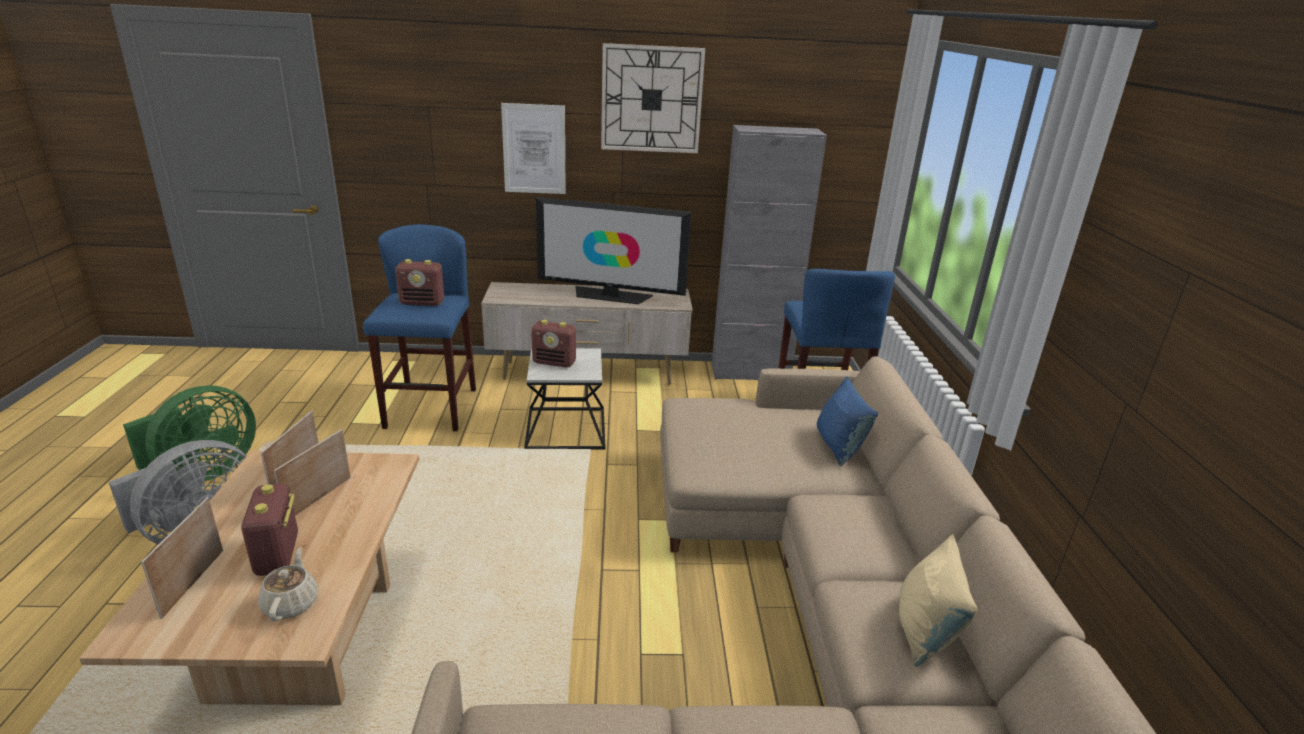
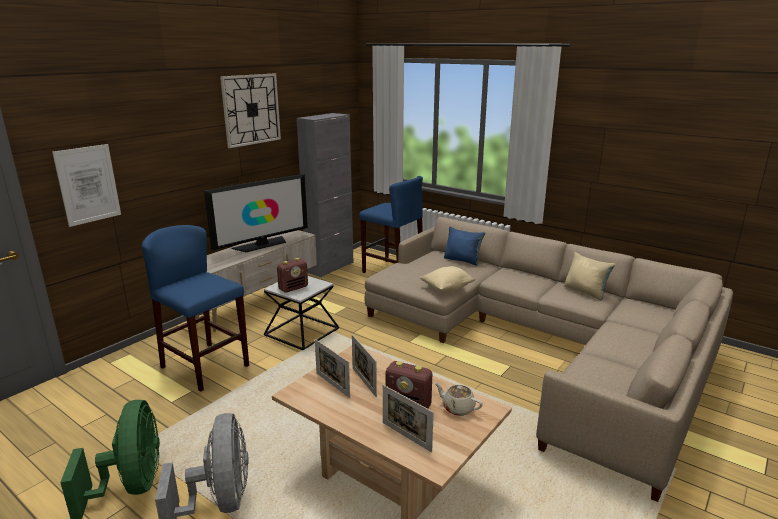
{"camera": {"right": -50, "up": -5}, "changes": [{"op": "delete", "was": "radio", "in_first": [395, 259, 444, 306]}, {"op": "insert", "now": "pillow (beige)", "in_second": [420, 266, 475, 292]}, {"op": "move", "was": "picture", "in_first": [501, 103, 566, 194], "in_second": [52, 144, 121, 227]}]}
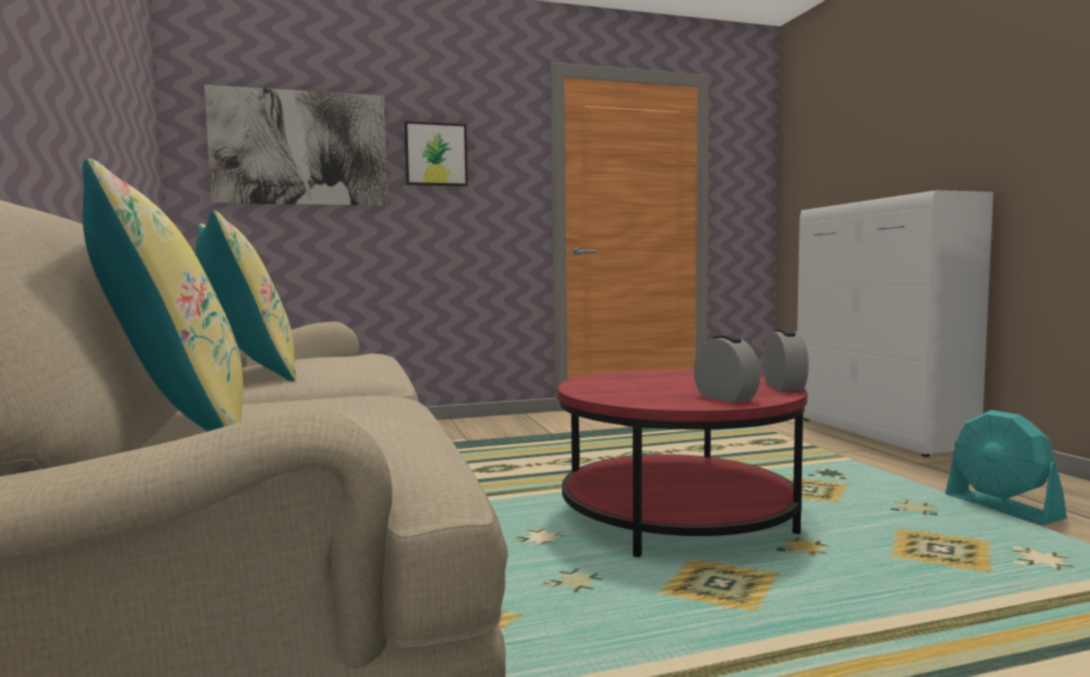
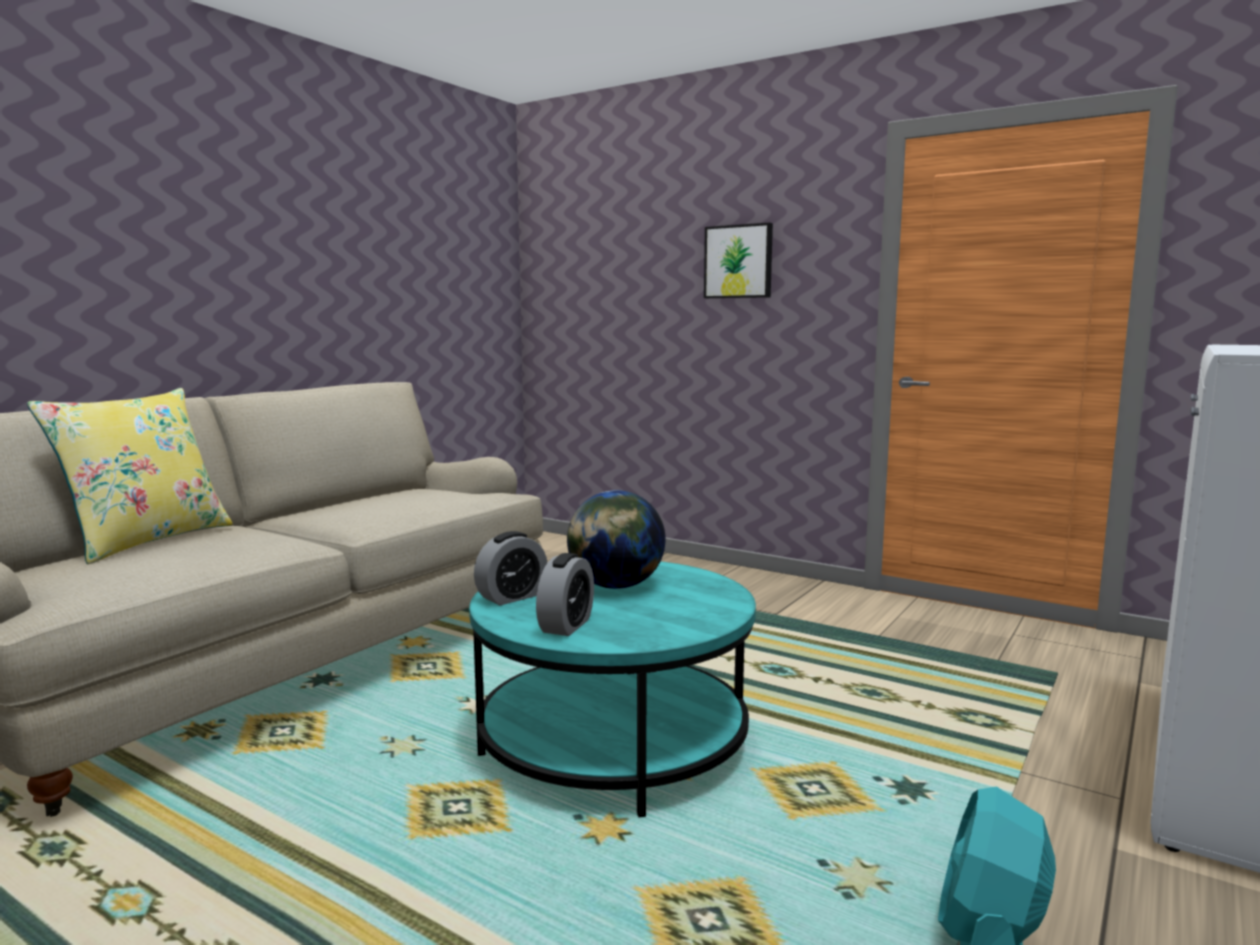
{"camera": {"right": 50, "up": 5}, "changes": [{"op": "delete", "was": "pillow (yellow)", "in_first": [195, 210, 296, 381]}, {"op": "delete", "was": "picture", "in_first": [204, 85, 388, 206]}, {"op": "insert", "now": "globe", "in_second": [567, 490, 666, 589]}, {"op": "move", "was": "alarm clock", "in_first": [763, 329, 809, 391], "in_second": [474, 531, 547, 605]}, {"op": "recolor", "was": "coffee table (red)", "now": "coffee table (turquoise)", "in_first": [558, 370, 807, 557], "in_second": [469, 561, 756, 817]}]}
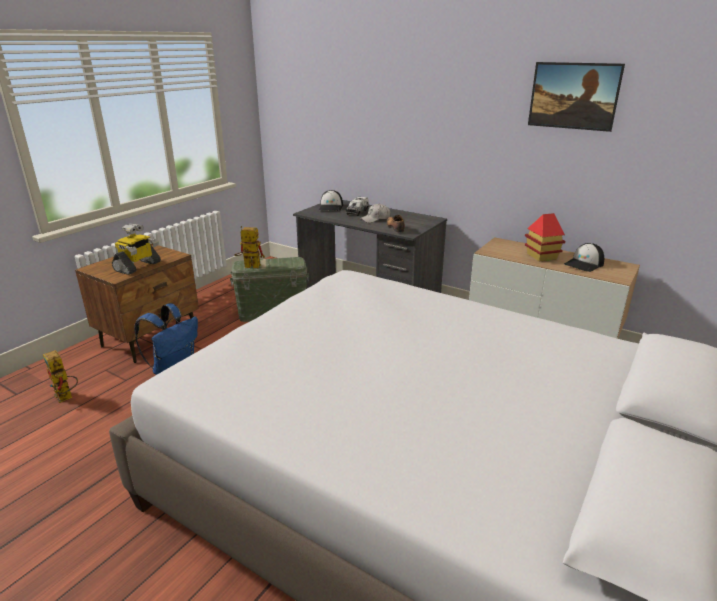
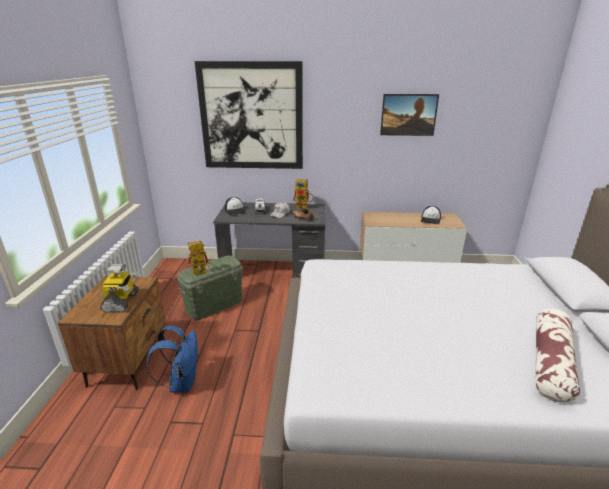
{"camera": {"right": -30, "up": 0}, "changes": [{"op": "delete", "was": "toy house", "in_first": [525, 213, 565, 261]}, {"op": "insert", "now": "picture", "in_second": [195, 61, 303, 169]}, {"op": "insert", "now": "pillow", "in_second": [535, 309, 580, 402]}, {"op": "move", "was": "toy robot", "in_first": [43, 350, 78, 403], "in_second": [293, 179, 314, 209]}]}
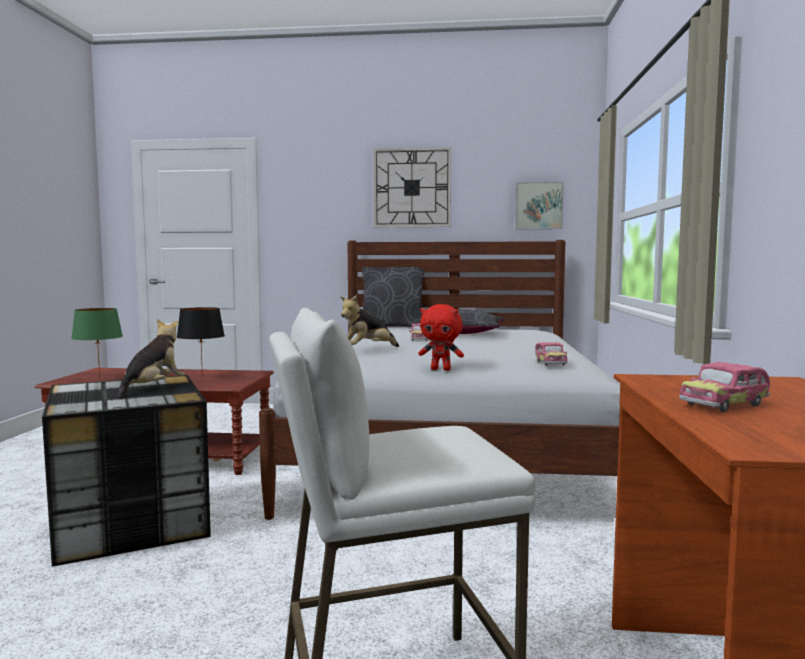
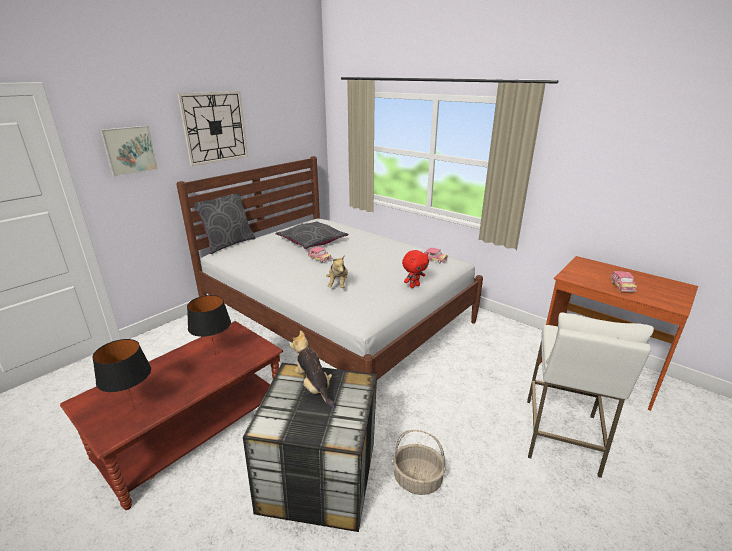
{"camera": {"right": -55, "up": 20}, "changes": [{"op": "insert", "now": "basket", "in_second": [393, 430, 446, 495]}, {"op": "move", "was": "picture", "in_first": [515, 182, 564, 229], "in_second": [100, 126, 158, 177]}, {"op": "recolor", "was": "table lamp (green)", "now": "table lamp (black)", "in_first": [71, 308, 123, 379], "in_second": [92, 339, 151, 409]}]}
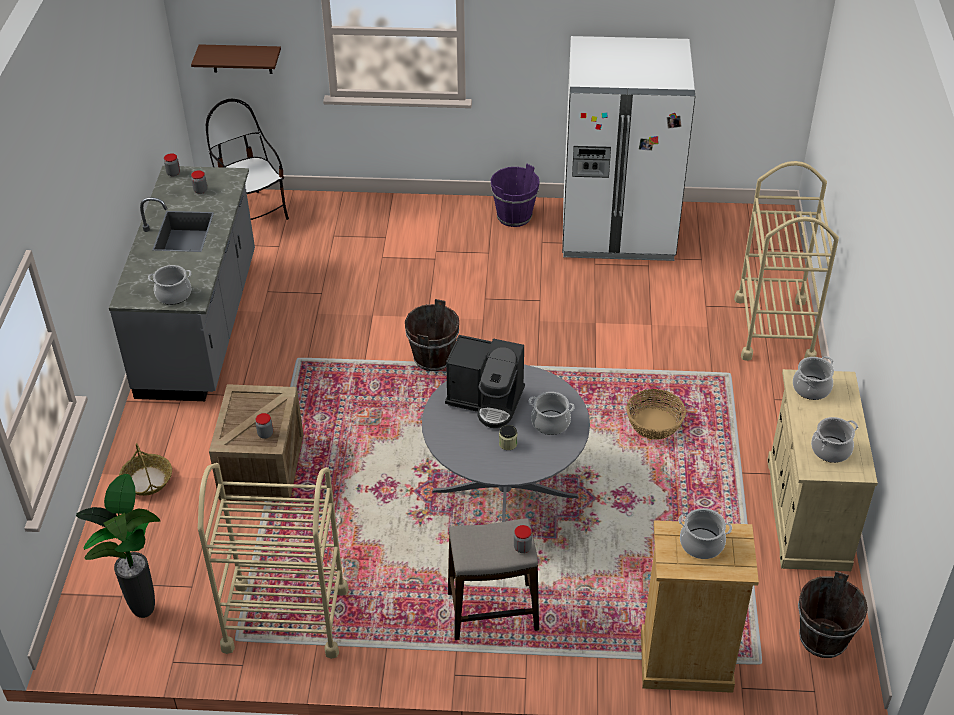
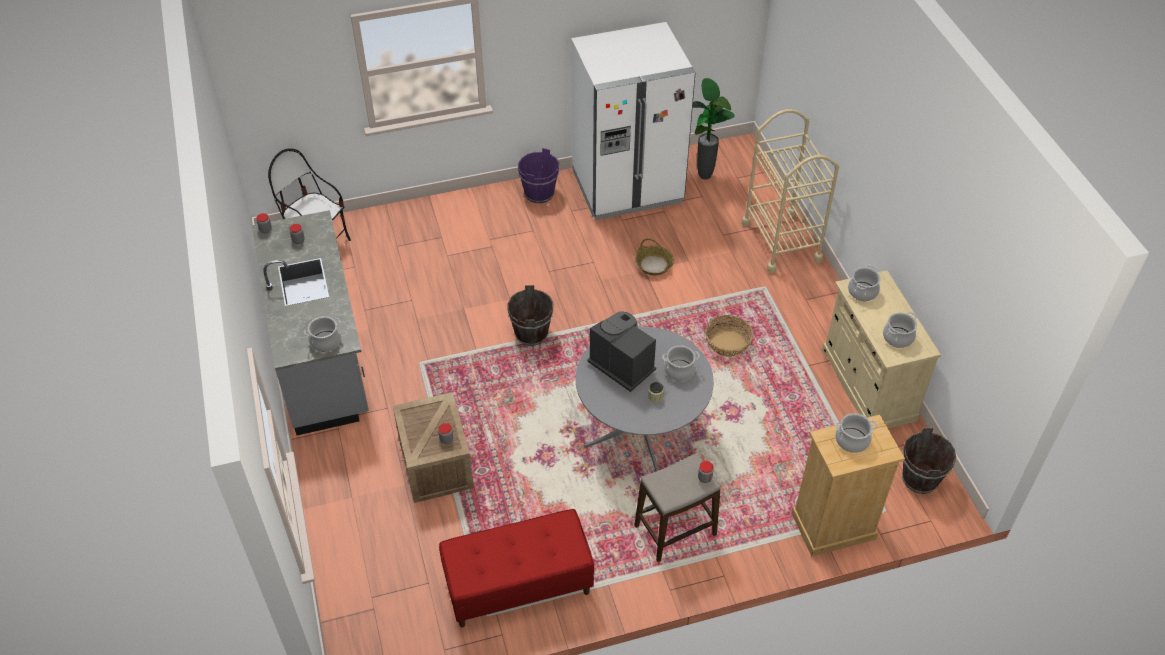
{"camera": {"right": -20, "up": 5}, "changes": [{"op": "delete", "was": "shelf (brown)", "in_first": [191, 44, 281, 74]}, {"op": "move", "was": "potted plant", "in_first": [76, 474, 160, 618], "in_second": [693, 78, 735, 179]}, {"op": "move", "was": "basket", "in_first": [119, 443, 172, 496], "in_second": [635, 238, 674, 275]}, {"op": "replace", "was": "cart (beige)", "now": "bench (red)", "in_first": [198, 463, 349, 659], "in_second": [439, 509, 594, 627]}, {"op": "rotate", "was": "coffee machine", "in_first": [445, 335, 525, 428], "in_second": [587, 311, 656, 392], "clockwise": -135}]}
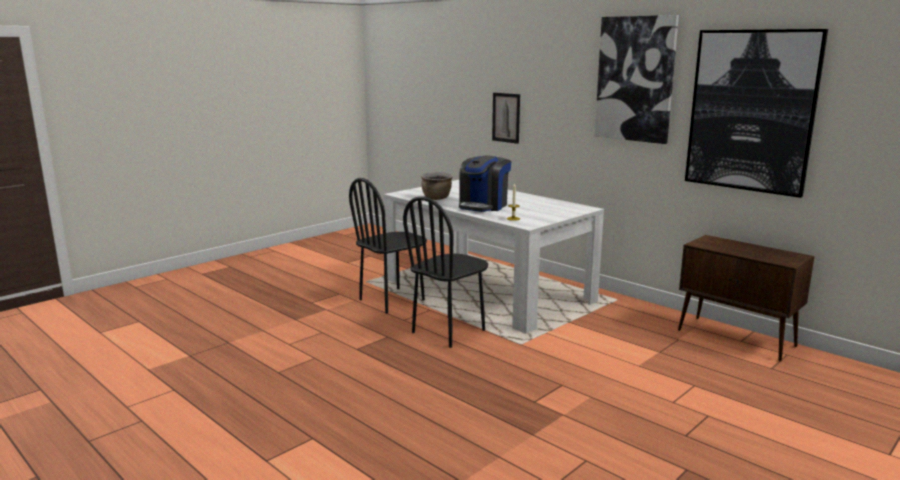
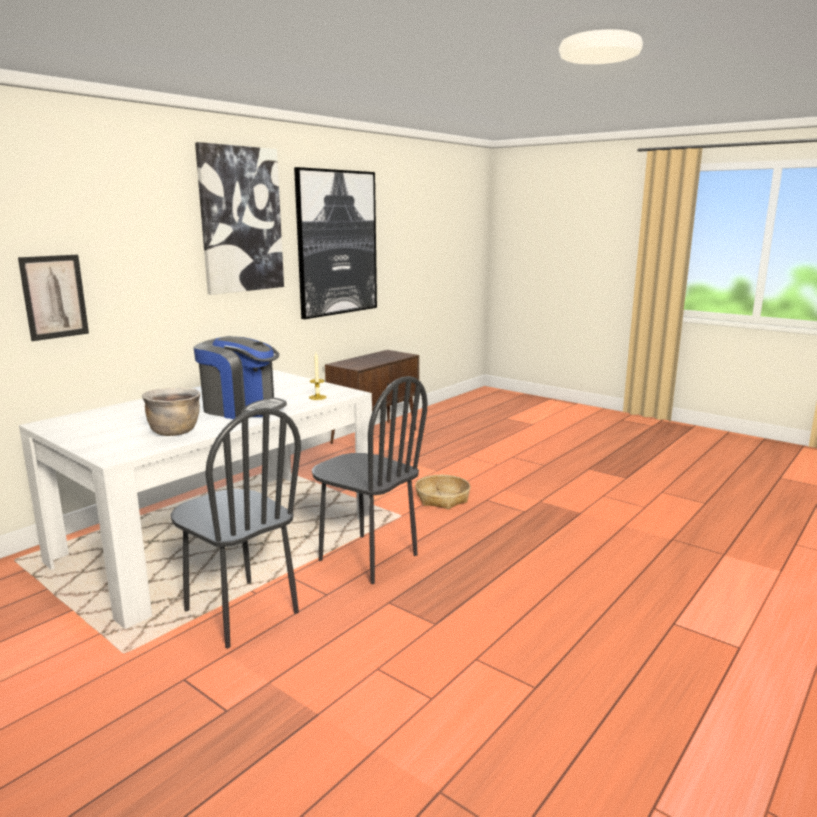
{"camera": {"right": -95, "up": 0}, "changes": [{"op": "insert", "now": "basket", "in_second": [415, 475, 470, 509]}]}
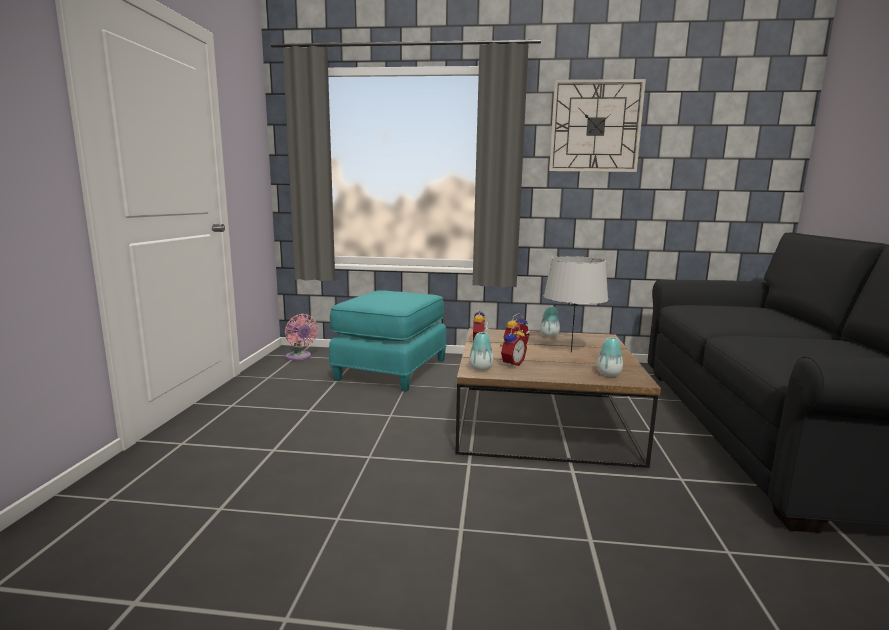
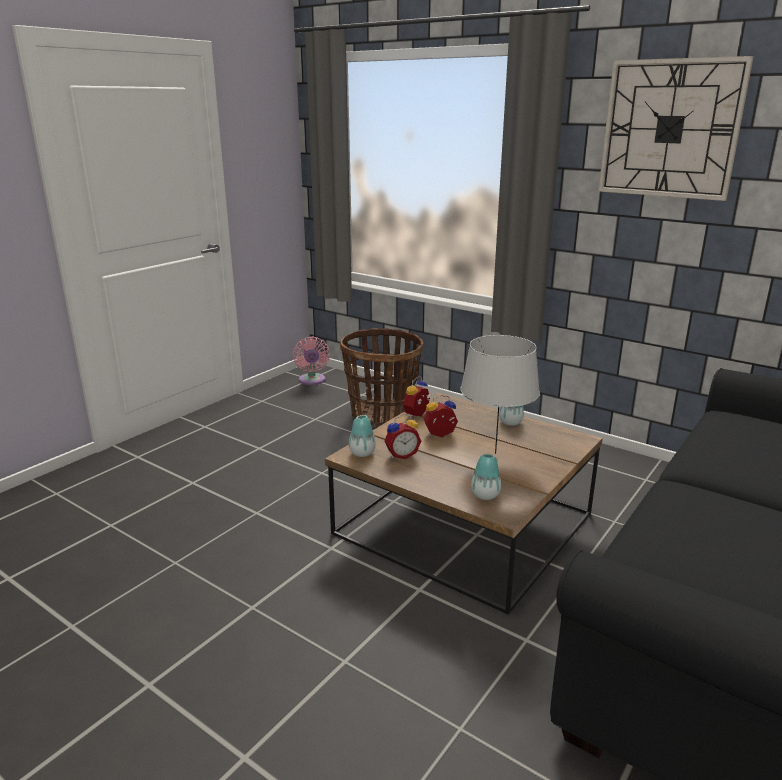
{"camera": {"right": 30, "up": 10}, "changes": [{"op": "replace", "was": "ottoman (turquoise)", "now": "basket", "in_first": [329, 290, 447, 392], "in_second": [340, 328, 423, 427]}]}
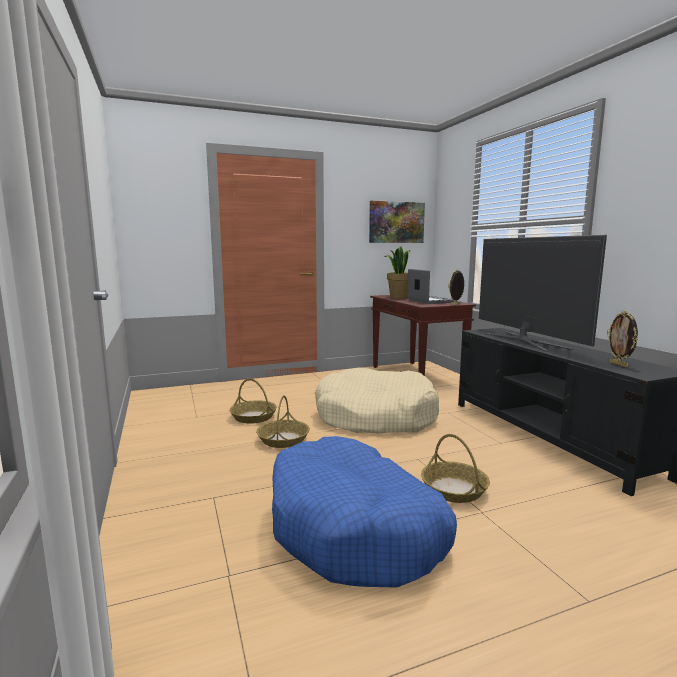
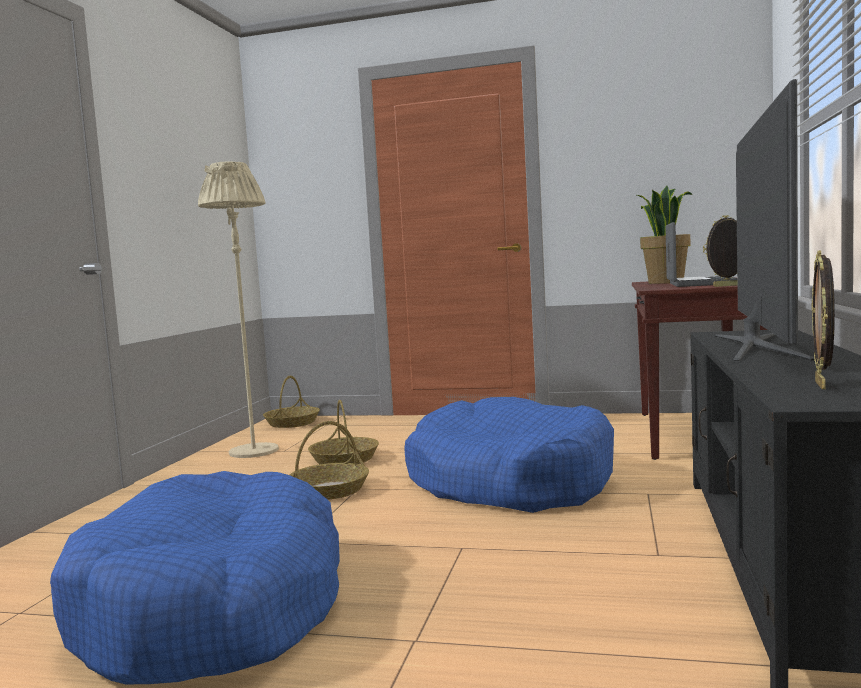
{"camera": {"right": 35, "up": -5}, "changes": [{"op": "delete", "was": "picture", "in_first": [369, 201, 425, 243]}, {"op": "insert", "now": "floor lamp (beige)", "in_second": [198, 161, 279, 458]}, {"op": "move", "was": "basket", "in_first": [421, 434, 490, 503], "in_second": [263, 376, 320, 428]}, {"op": "recolor", "was": "dog bed (beige)", "now": "dog bed (blue)", "in_first": [315, 368, 439, 433], "in_second": [404, 397, 614, 513]}]}
